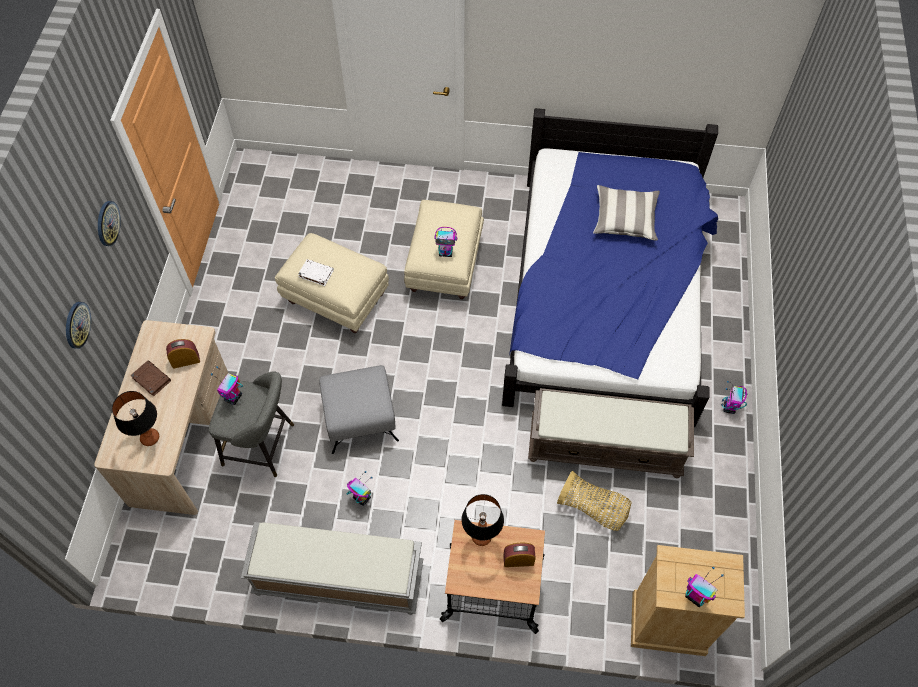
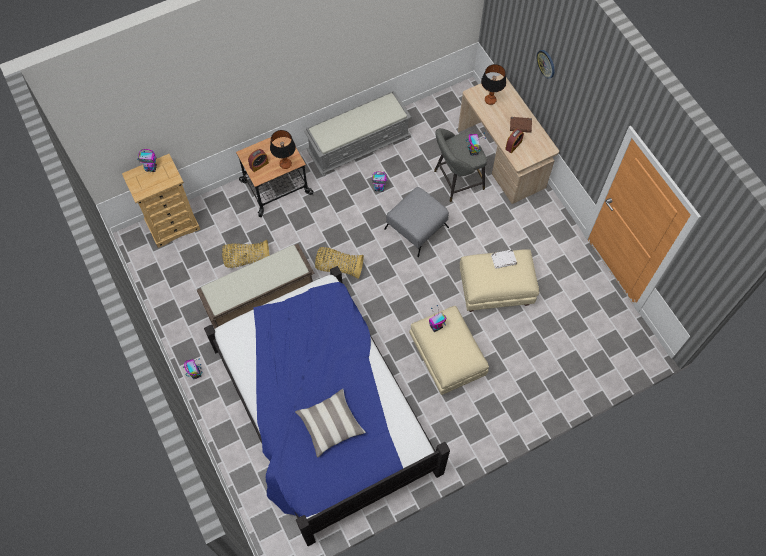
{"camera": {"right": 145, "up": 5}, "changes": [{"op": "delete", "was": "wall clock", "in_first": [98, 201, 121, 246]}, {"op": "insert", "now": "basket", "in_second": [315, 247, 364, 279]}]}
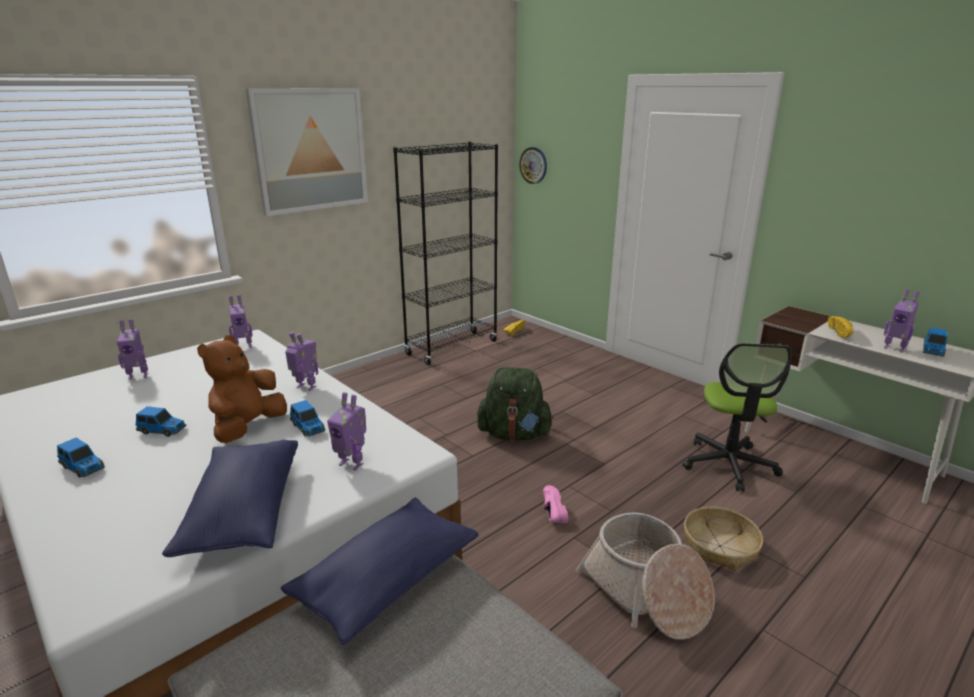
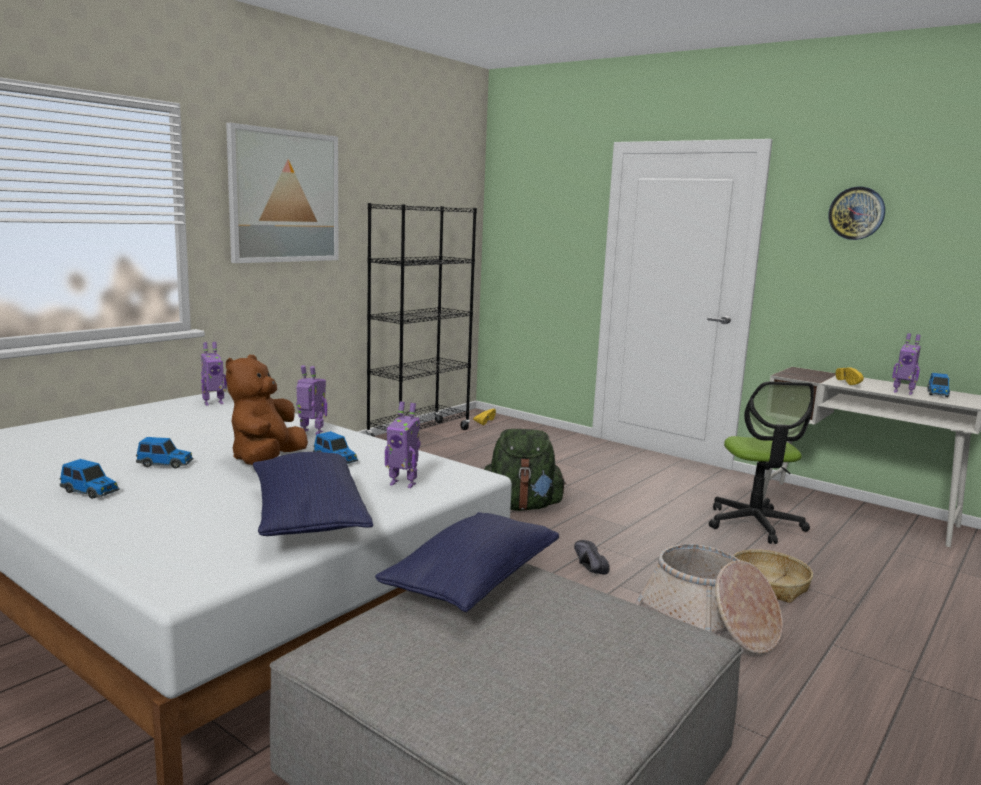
{"camera": {"right": -10, "up": -10}, "changes": [{"op": "delete", "was": "toy robot", "in_first": [117, 320, 148, 380]}, {"op": "move", "was": "wall clock", "in_first": [519, 147, 547, 184], "in_second": [828, 187, 885, 240]}, {"op": "recolor", "was": "shoe (pink)", "now": "shoe (black)", "in_first": [543, 485, 568, 523], "in_second": [574, 540, 610, 574]}]}
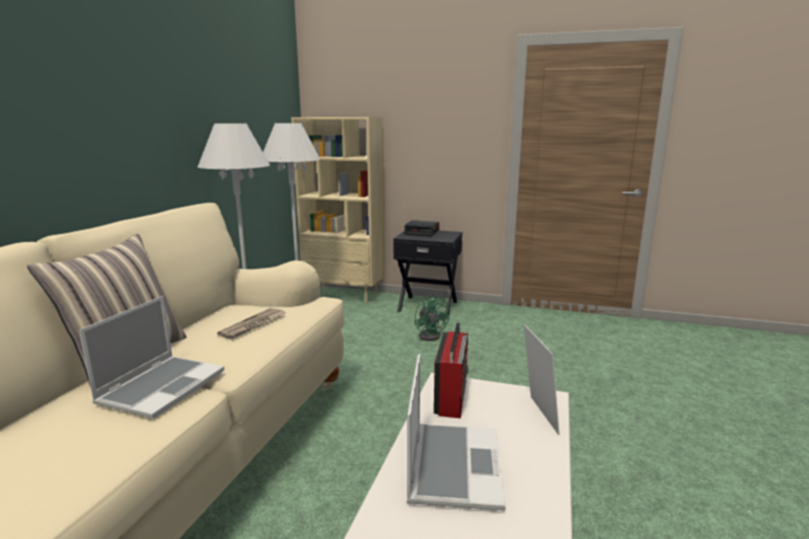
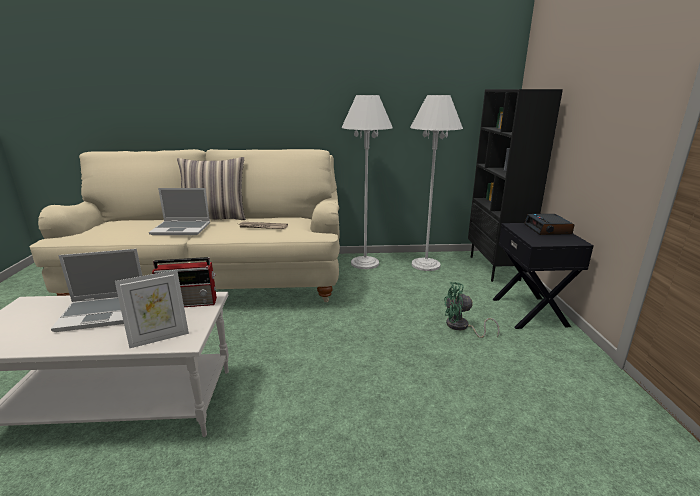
{"camera": {"right": 70, "up": 5}, "changes": [{"op": "recolor", "was": "bookcase (beige)", "now": "bookcase (black)", "in_first": [291, 117, 385, 304], "in_second": [468, 89, 563, 282]}, {"op": "rotate", "was": "fan (green)", "in_first": [414, 295, 450, 341], "in_second": [444, 282, 500, 338], "clockwise": 45}]}
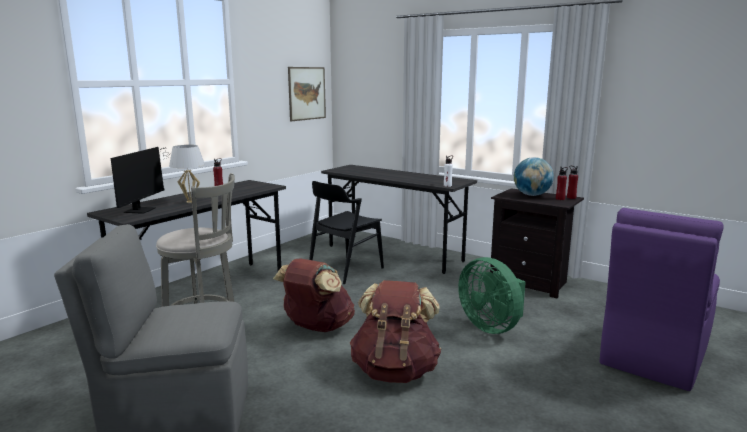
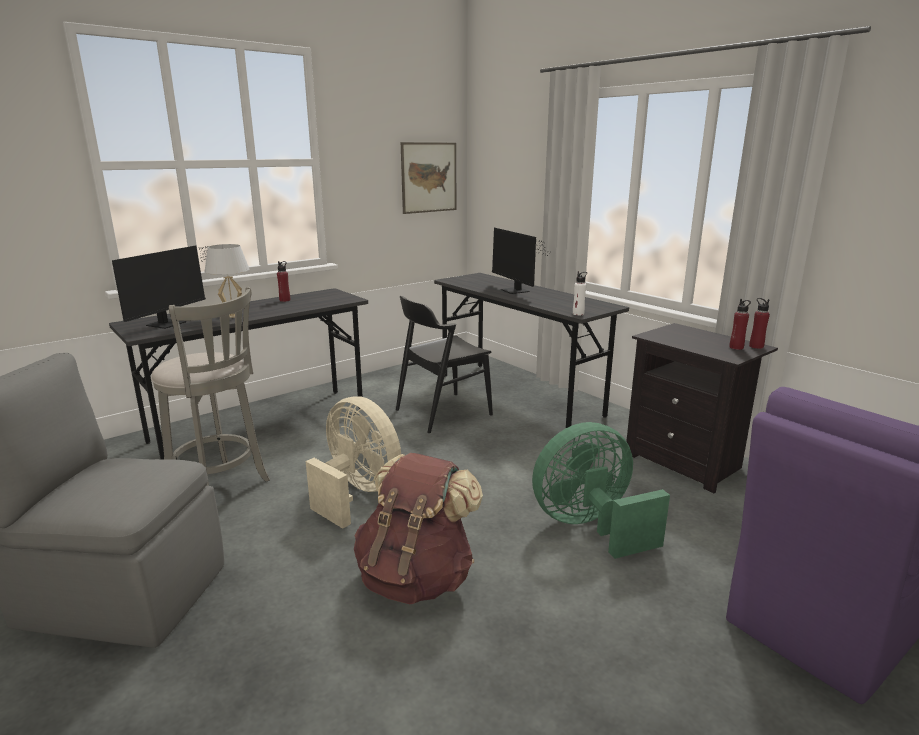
{"camera": {"right": 15, "up": 5}, "changes": [{"op": "delete", "was": "globe", "in_first": [514, 157, 554, 196]}, {"op": "insert", "now": "monitor", "in_second": [492, 227, 551, 294]}, {"op": "replace", "was": "backpack (brown)", "now": "fan (beige)", "in_first": [273, 258, 355, 332], "in_second": [306, 397, 401, 529]}, {"op": "rotate", "was": "fan (green)", "in_first": [458, 257, 526, 334], "in_second": [532, 422, 670, 559], "clockwise": 90}]}
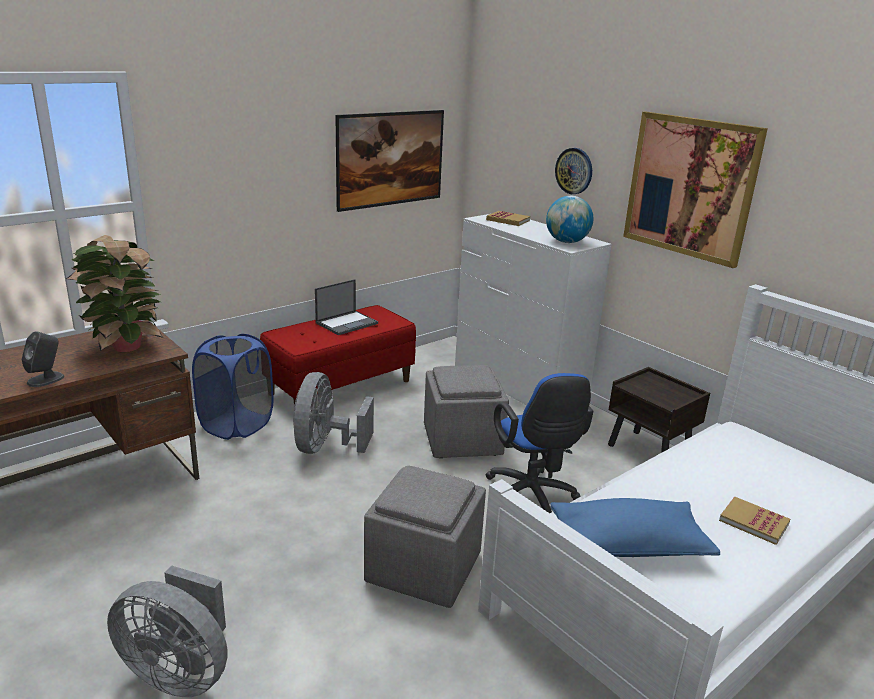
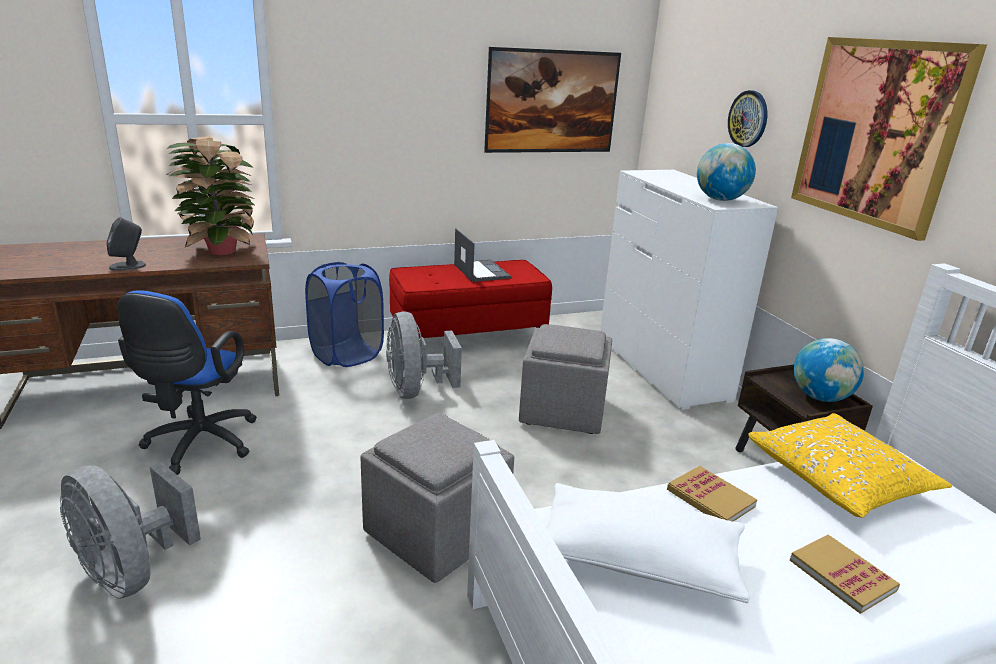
{"camera": {"right": 20, "up": 0}, "changes": [{"op": "insert", "now": "pillow (yellow)", "in_second": [748, 413, 952, 518]}, {"op": "insert", "now": "globe", "in_second": [794, 338, 864, 402]}, {"op": "move", "was": "book", "in_first": [486, 211, 530, 226], "in_second": [667, 466, 757, 522]}, {"op": "move", "was": "office chair (blue)", "in_first": [486, 373, 593, 513], "in_second": [118, 290, 257, 475]}, {"op": "recolor", "was": "pillow (blue)", "now": "pillow (white)", "in_first": [550, 498, 720, 557], "in_second": [546, 483, 750, 603]}, {"op": "rotate", "was": "fan (grey)", "in_first": [293, 372, 374, 454], "in_second": [386, 311, 462, 399], "clockwise": -45}, {"op": "rotate", "was": "laptop", "in_first": [315, 279, 378, 335], "in_second": [454, 228, 511, 282], "clockwise": -90}]}
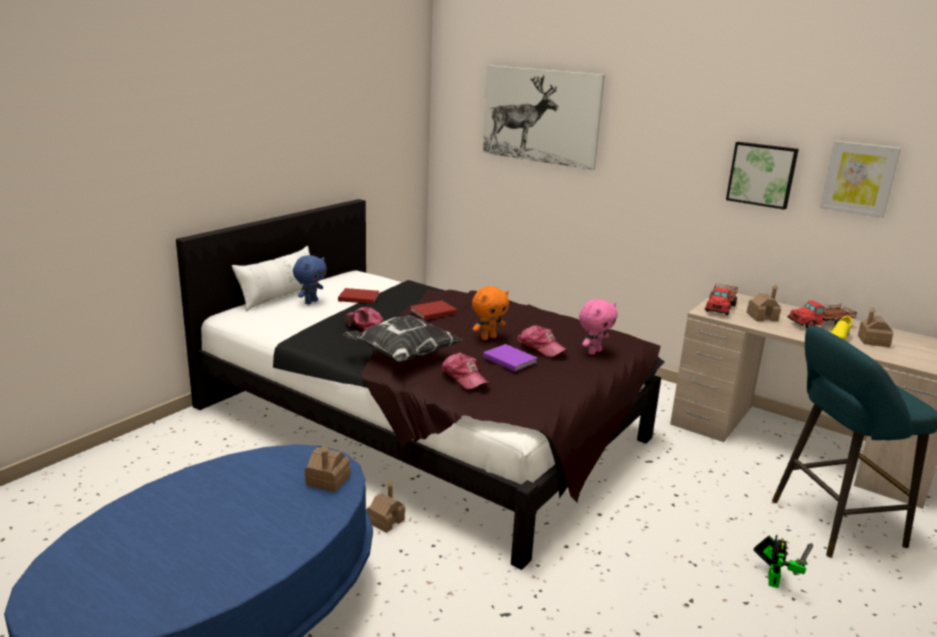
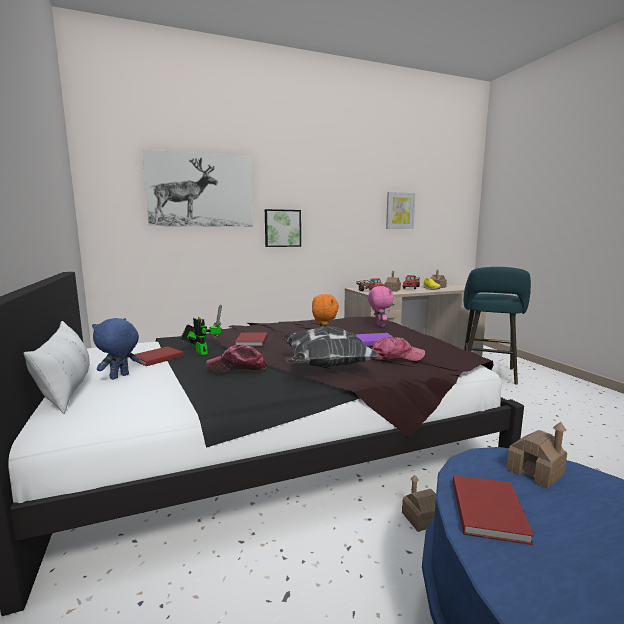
{"camera": {"right": -55, "up": -10}, "changes": [{"op": "delete", "was": "cap", "in_first": [517, 325, 567, 357]}, {"op": "insert", "now": "book (red)", "in_second": [453, 475, 534, 545]}, {"op": "move", "was": "picture", "in_first": [726, 142, 799, 210], "in_second": [265, 209, 301, 247]}, {"op": "move", "was": "toy robot", "in_first": [754, 535, 813, 588], "in_second": [180, 304, 222, 355]}, {"op": "rotate", "was": "plush toy (blue)", "in_first": [293, 255, 327, 305], "in_second": [92, 318, 139, 379], "clockwise": -120}]}
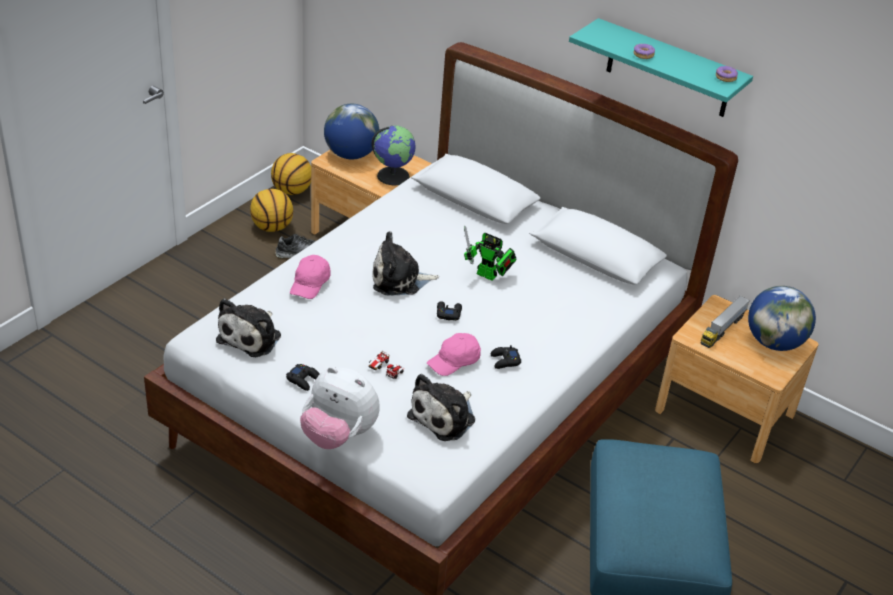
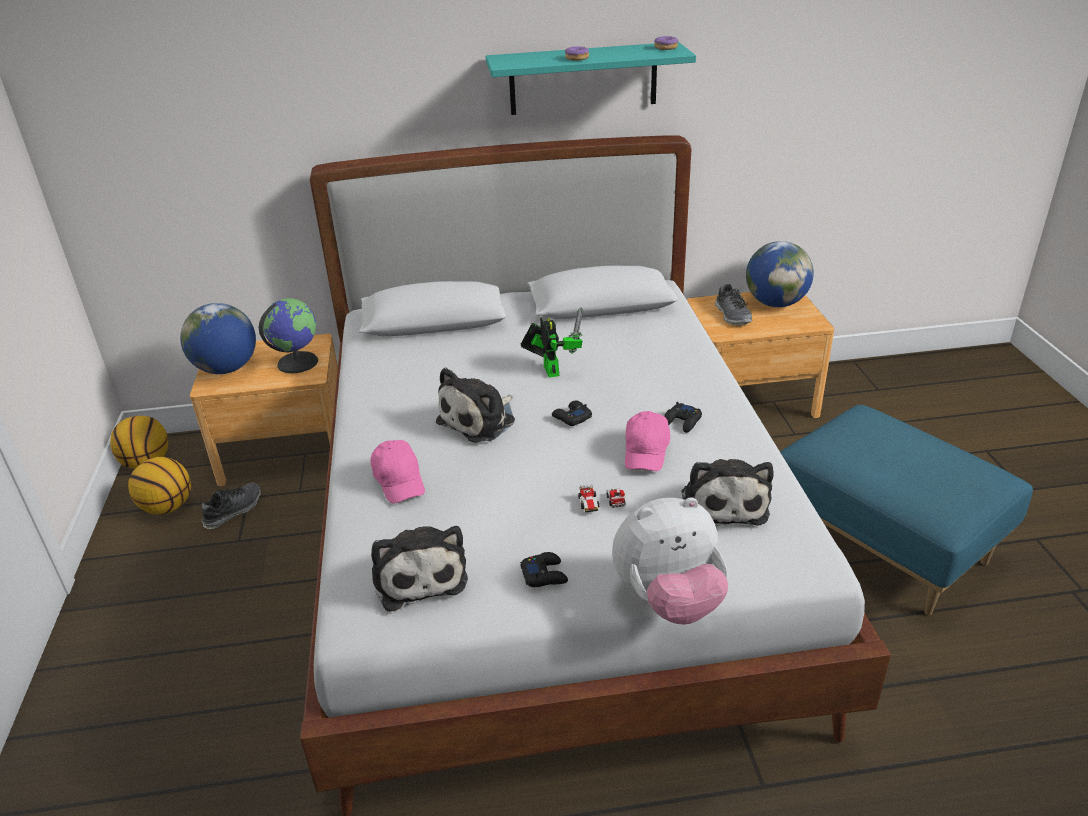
{"camera": {"right": -40, "up": -5}, "changes": [{"op": "replace", "was": "toy truck", "now": "shoe", "in_first": [701, 295, 750, 348], "in_second": [715, 284, 753, 325]}, {"op": "rotate", "was": "toy robot", "in_first": [464, 225, 517, 281], "in_second": [521, 307, 583, 378], "clockwise": -90}]}
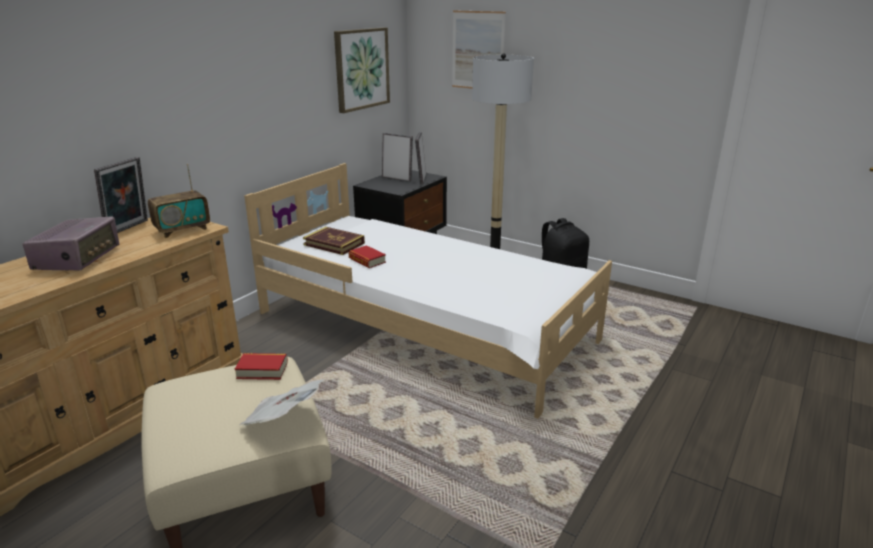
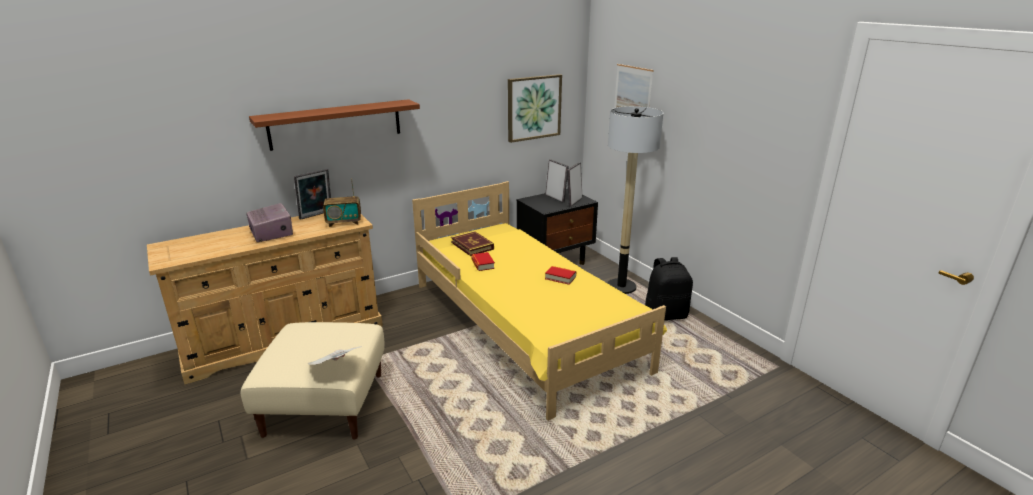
{"camera": {"right": 25, "up": 0}, "changes": [{"op": "insert", "now": "shelf (brown)", "in_second": [249, 99, 420, 151]}, {"op": "move", "was": "book", "in_first": [235, 353, 288, 380], "in_second": [545, 266, 576, 285]}, {"op": "recolor", "was": "bed (white)", "now": "bed (yellow)", "in_first": [244, 163, 612, 419], "in_second": [412, 181, 667, 421]}, {"op": "rotate", "was": "radio", "in_first": [22, 216, 119, 271], "in_second": [247, 203, 293, 242], "clockwise": -60}]}
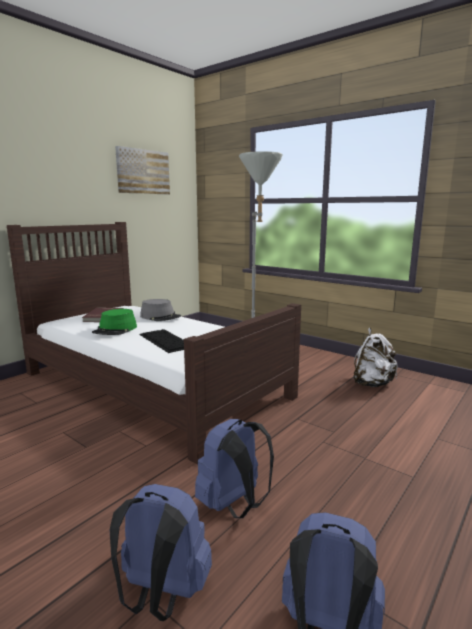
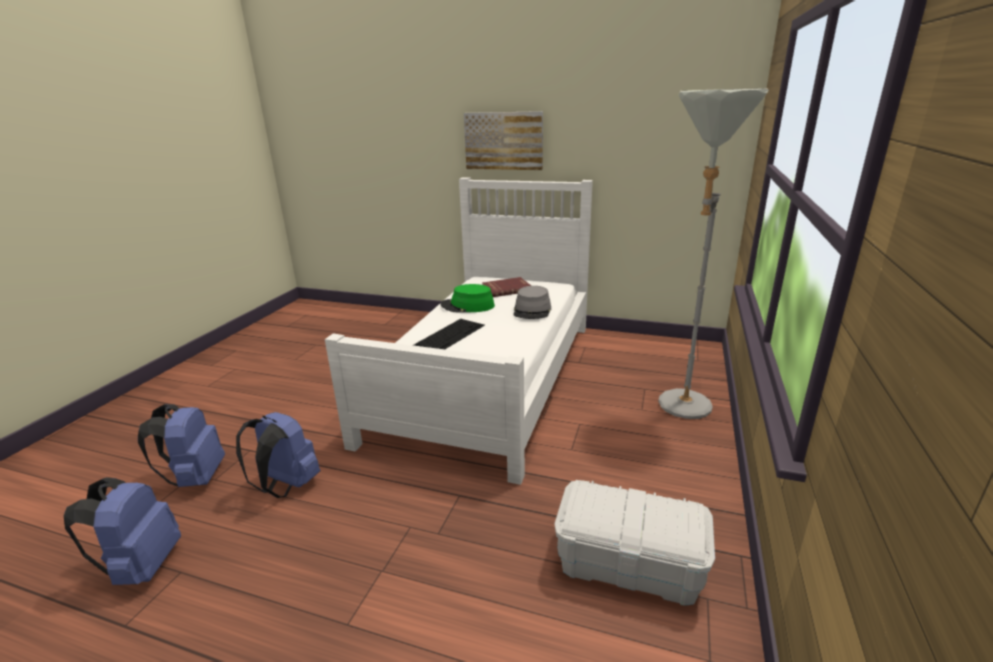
{"camera": {"right": 70, "up": 10}, "changes": [{"op": "move", "was": "picture", "in_first": [115, 146, 170, 194], "in_second": [464, 111, 543, 170]}, {"op": "replace", "was": "backpack (white)", "now": "storage box (white)", "in_first": [353, 328, 398, 387], "in_second": [554, 480, 715, 606]}, {"op": "recolor", "was": "bed (brown)", "now": "bed (white)", "in_first": [7, 222, 301, 465], "in_second": [325, 177, 593, 485]}]}
